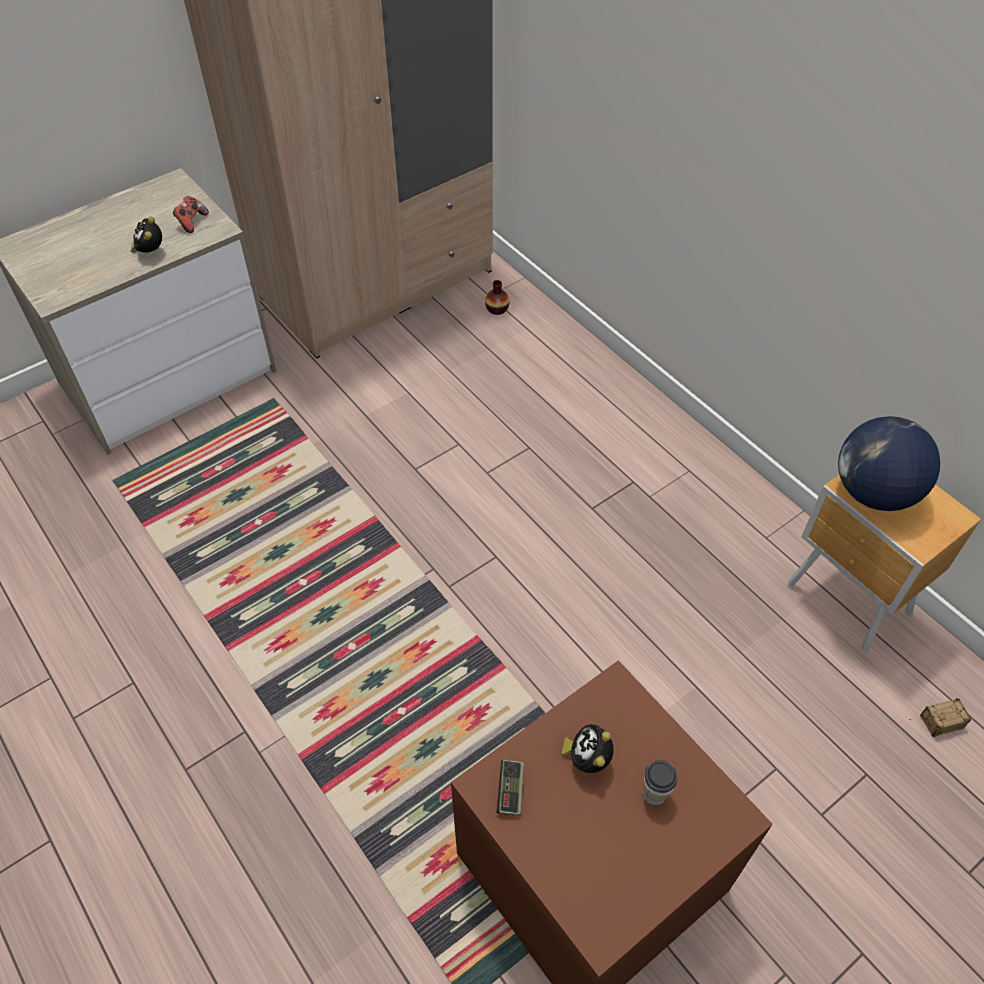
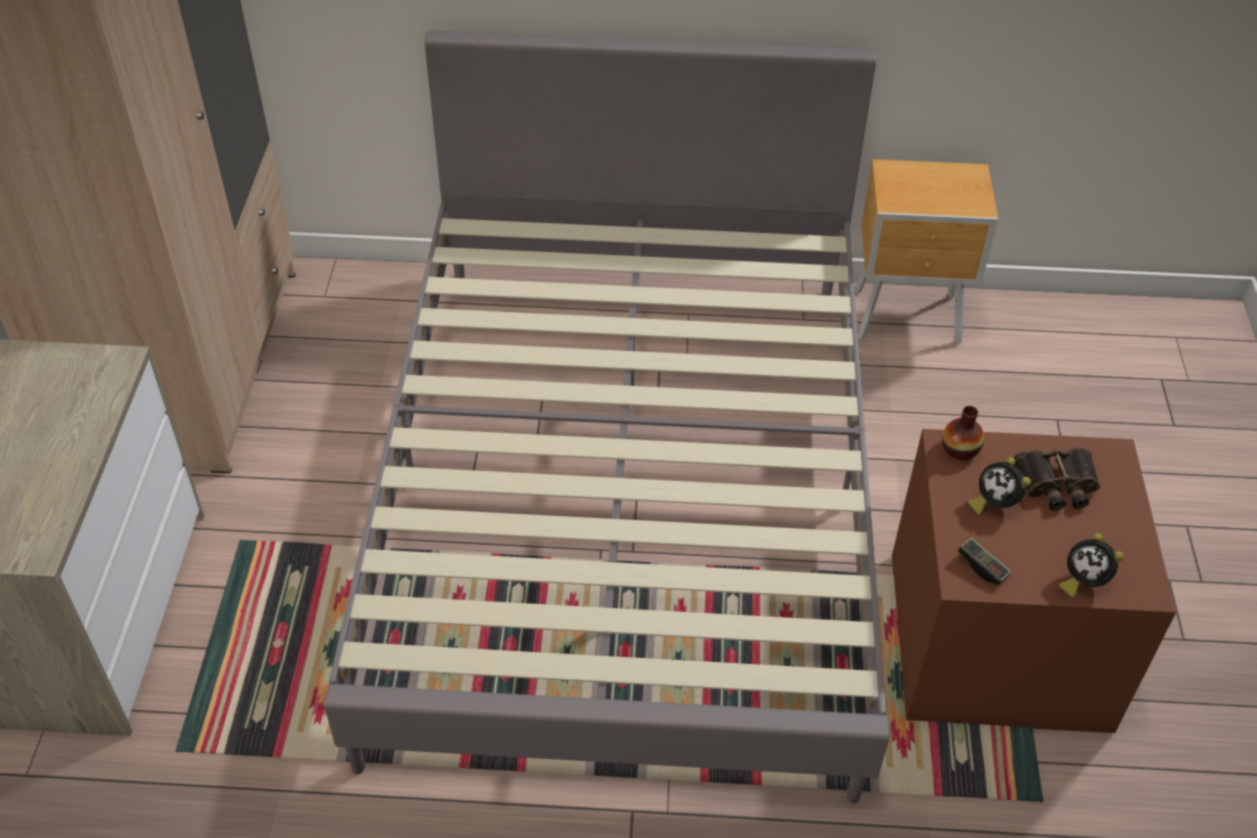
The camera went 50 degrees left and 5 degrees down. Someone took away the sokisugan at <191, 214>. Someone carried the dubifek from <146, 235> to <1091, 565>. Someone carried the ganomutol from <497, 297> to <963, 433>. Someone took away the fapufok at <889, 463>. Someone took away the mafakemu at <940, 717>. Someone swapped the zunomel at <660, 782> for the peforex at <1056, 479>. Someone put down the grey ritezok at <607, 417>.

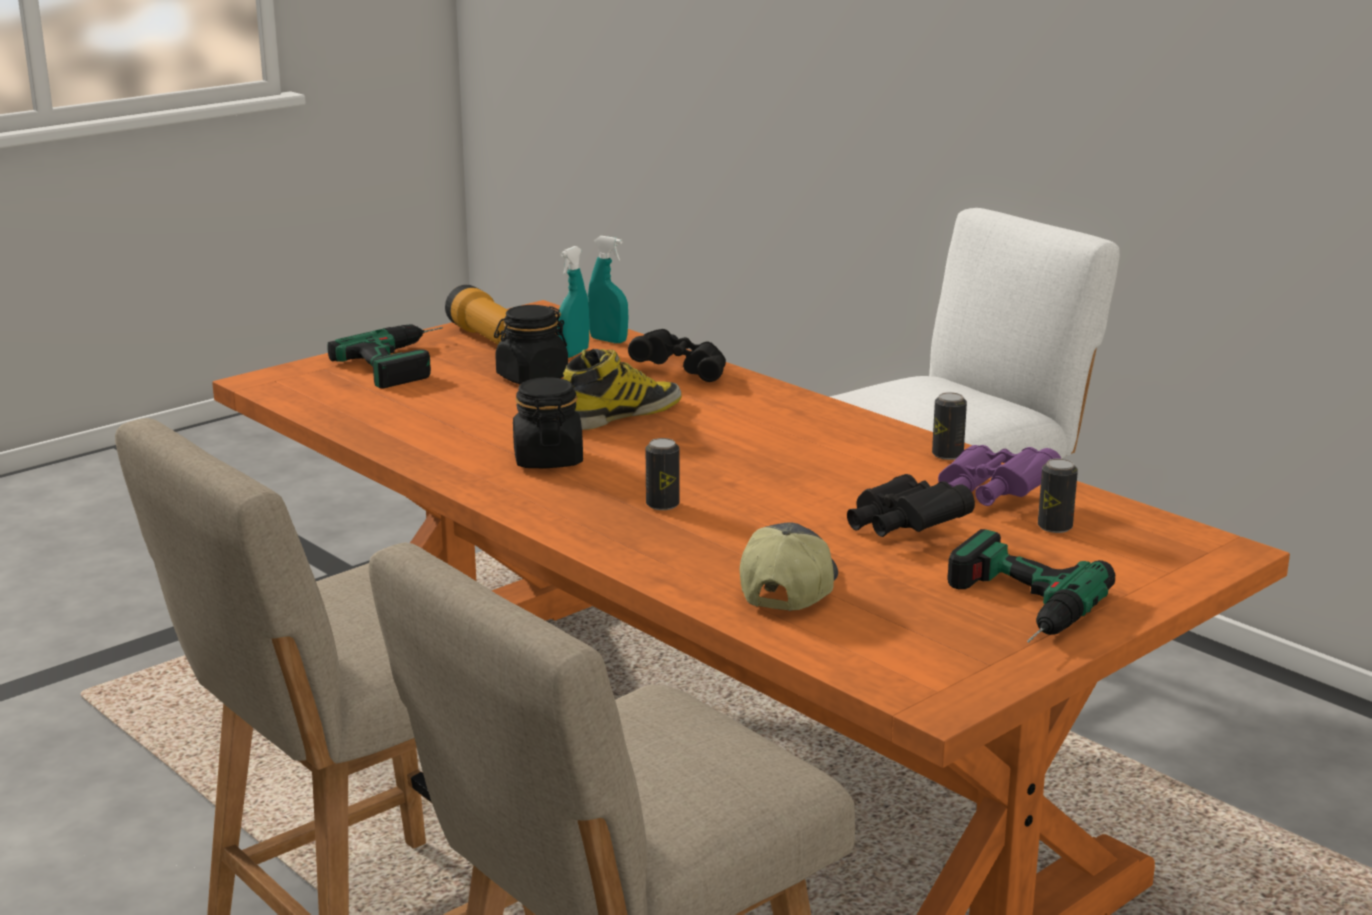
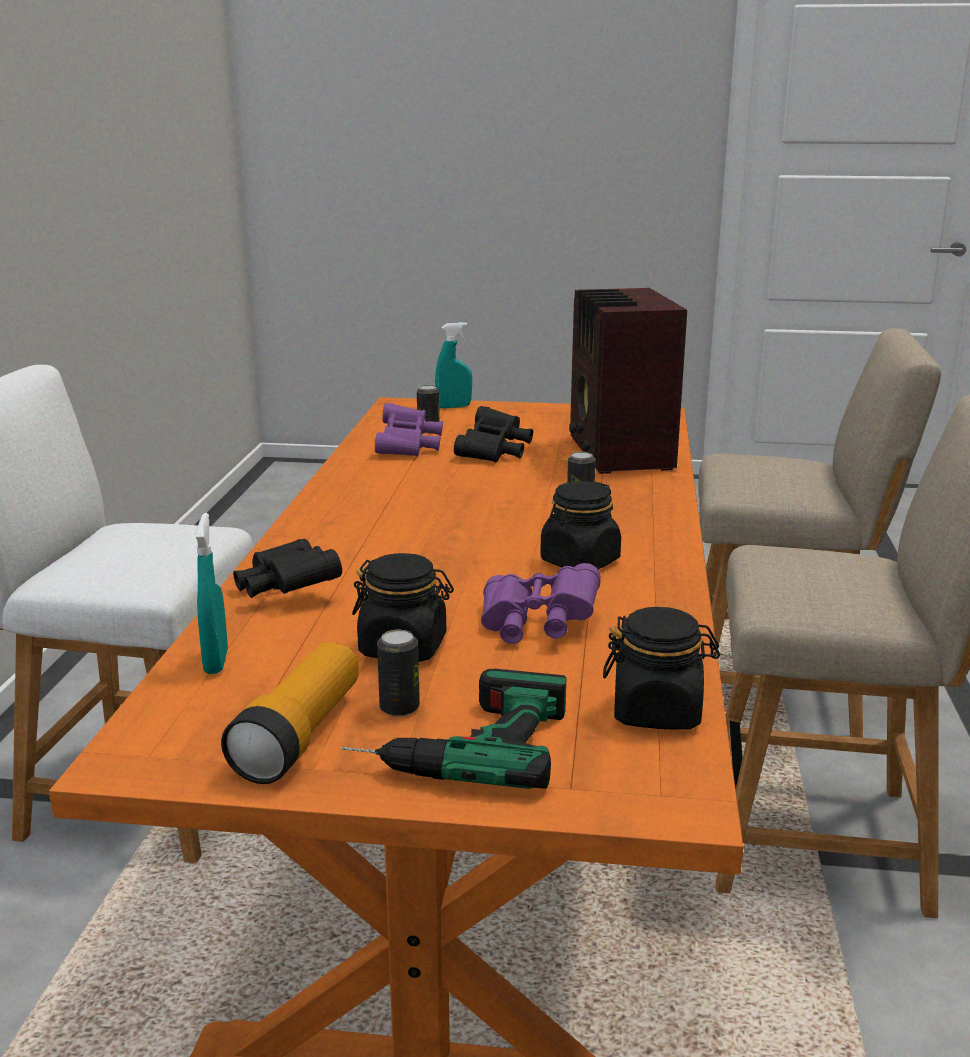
The camera went 130 degrees left and 0 degrees up. Someone carried the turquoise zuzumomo from <573, 302> to <453, 365>. Someone took away the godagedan at <622, 389>. Someone carried the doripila from <949, 426> to <398, 673>. Someone swapped the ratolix at <789, 567> for the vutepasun at <628, 381>. Someone took away the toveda at <1031, 586>. Someone put down the purple peforex at <540, 603>. Someone put down the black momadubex at <661, 668>.

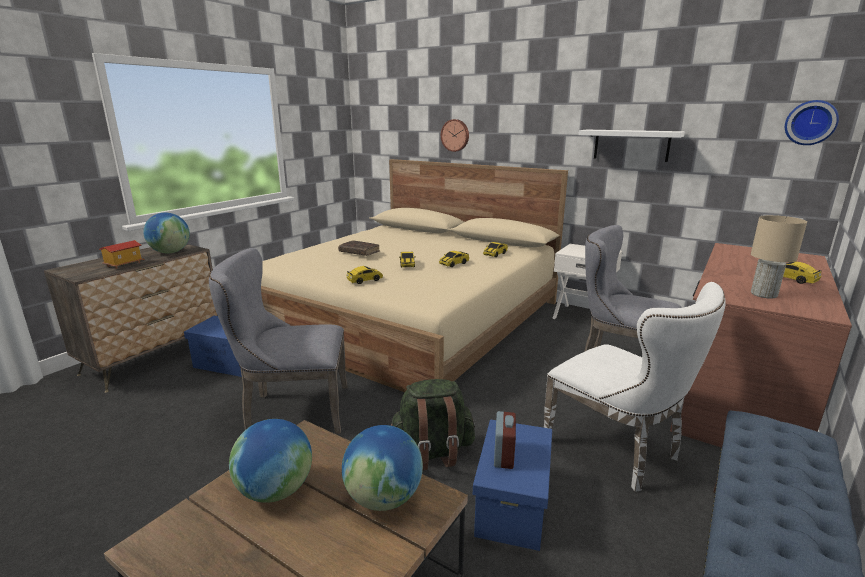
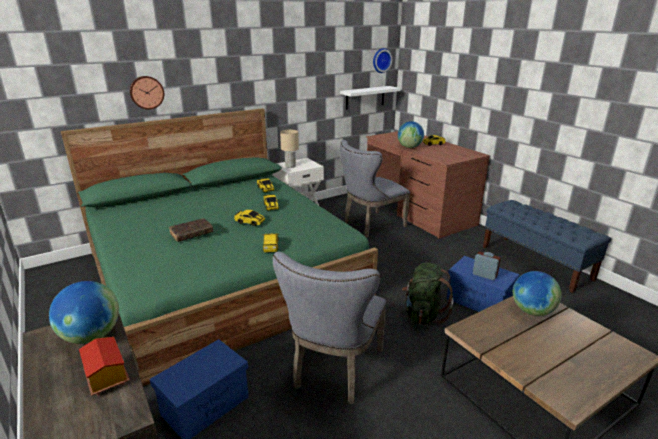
The camera went 65 degrees left and 5 degrees up. Someone carried the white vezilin from <631, 146> to <370, 98>. Someone repainted the beige ritezok at <414, 275>, which became the green ritezok at <219, 247>. Someone carried the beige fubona from <779, 257> to <289, 149>. Someone took away the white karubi at <634, 387>. Someone carried the fapufok from <270, 461> to <411, 134>.

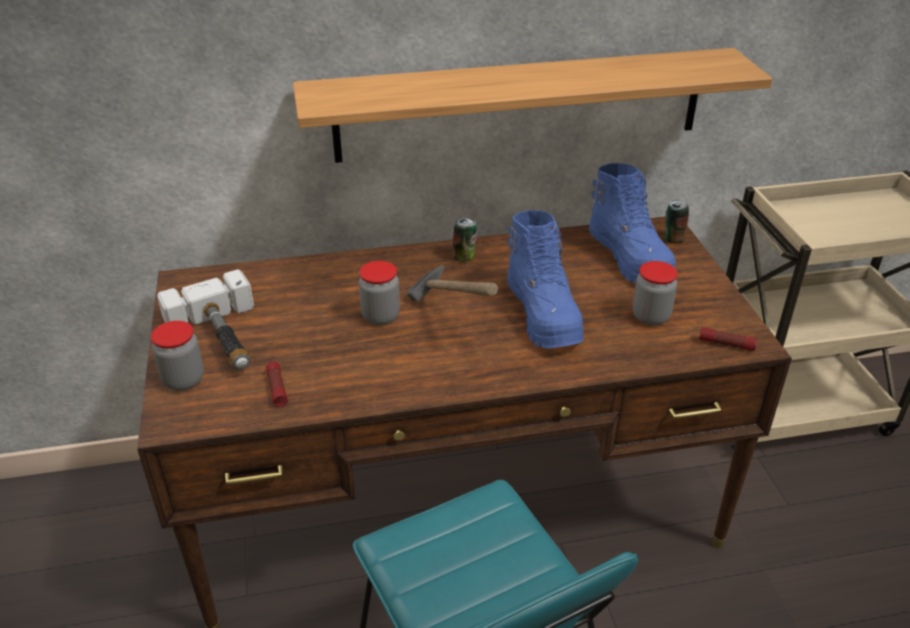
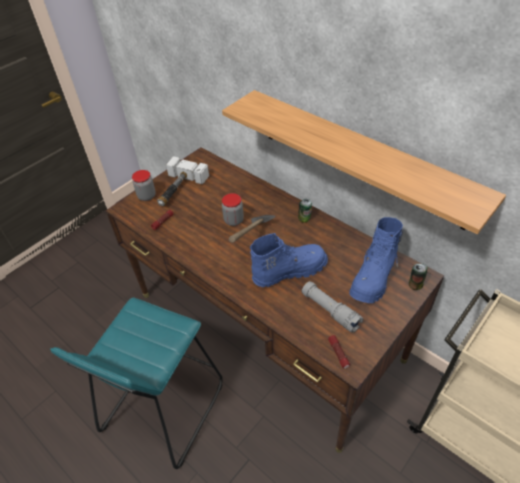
The camera went 55 degrees right and 10 degrees up. Someone rotated the blue godagedan at <545, 279> by 150 degrees counterclockwise. Someone swapped the momadubex at <655, 293> for the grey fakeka at <332, 307>.

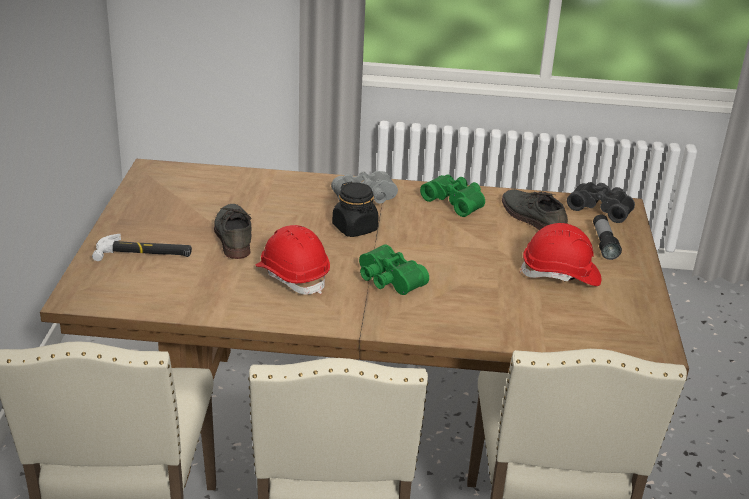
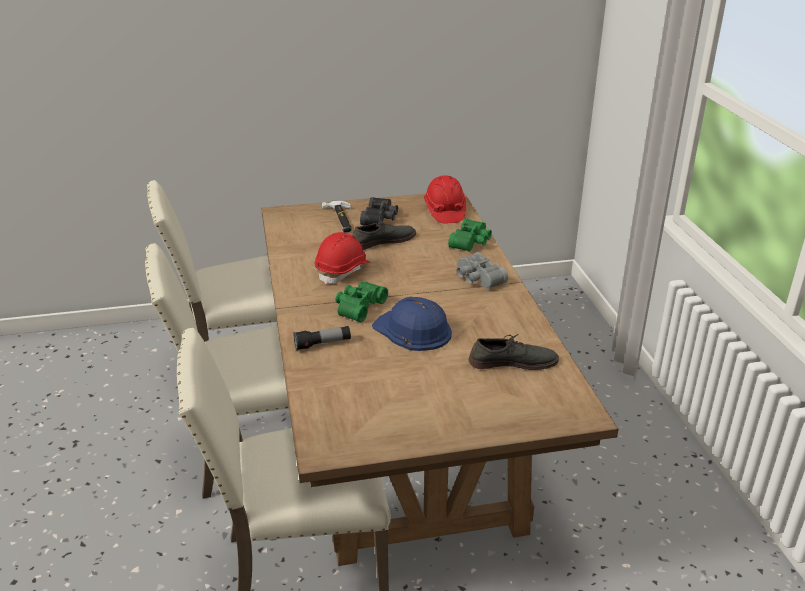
The camera went 75 degrees right and 0 degrees up. Someone carried the green peforex from <452, 196> to <470, 235>. Someone took away the black momadubex at <355, 209>. Someone carried the black peforex from <601, 202> to <379, 211>. Someone rotated the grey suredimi at <535, 209> by 45 degrees clockwise. Someone carried the fakeka from <607, 237> to <322, 338>. Someone carried the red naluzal from <560, 254> to <445, 199>. Someone put down the blue naluzal at <412, 324>.

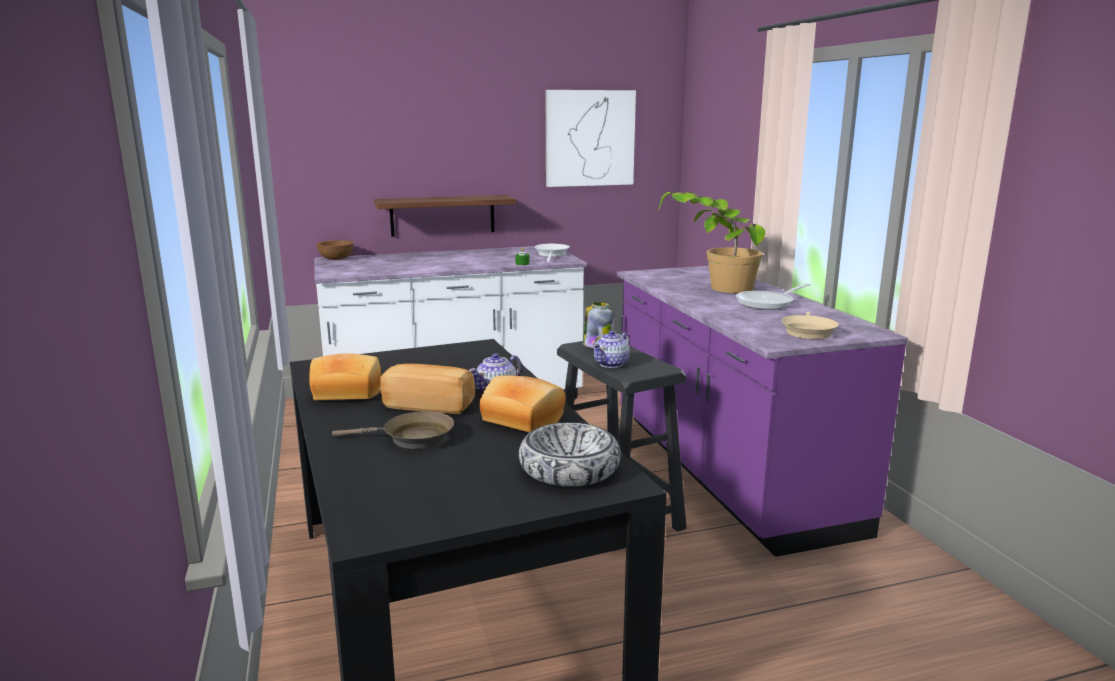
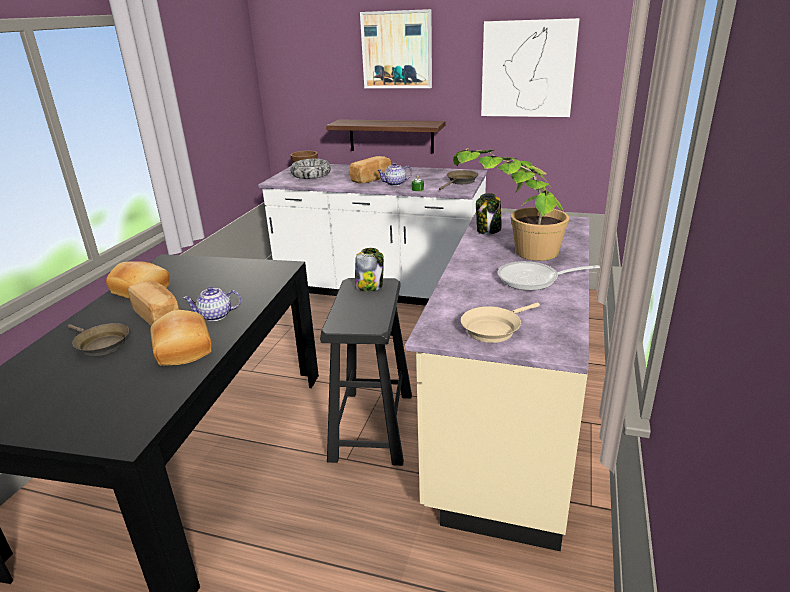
The camera went 35 degrees right and 10 degrees up. Someone repainted the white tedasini at <552, 253>, which became the brown tedasini at <459, 180>. Someone repainted the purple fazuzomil at <762, 411>, which became the beige fazuzomil at <497, 381>. Someone carried the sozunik from <611, 349> to <394, 174>. Someone carried the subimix from <570, 454> to <310, 169>. Someone put up the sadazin at <396, 48>. Someone put down the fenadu at <370, 170>. Someone put down the momadubex at <489, 214>.

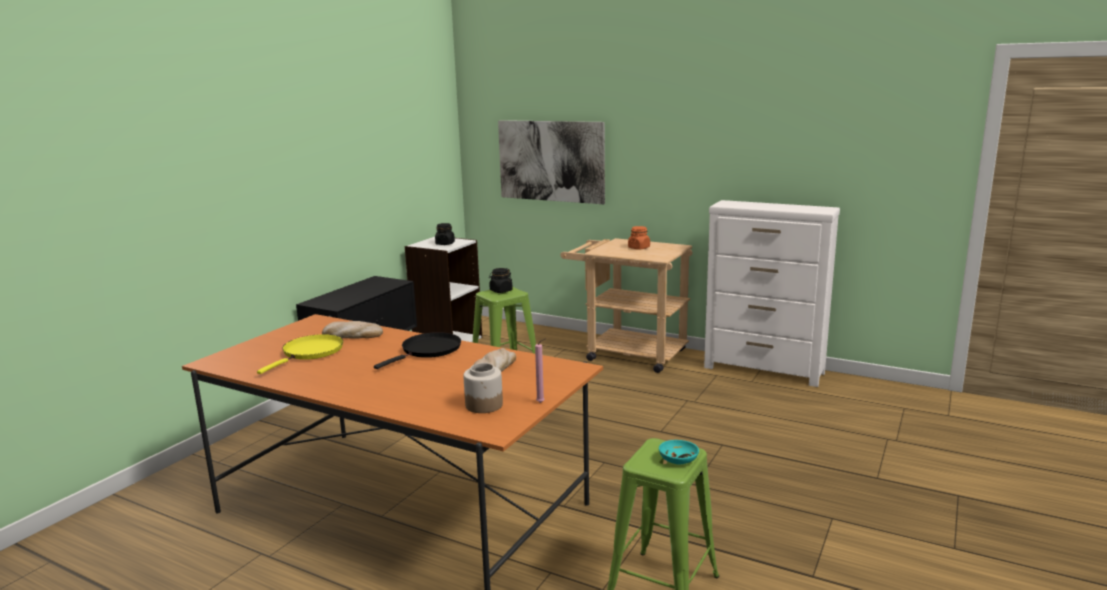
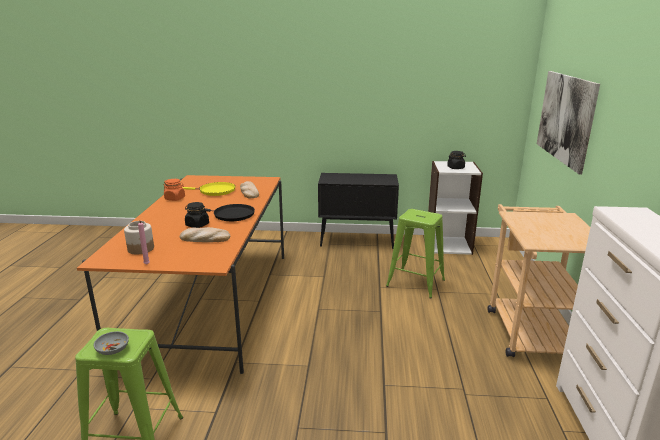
The camera went 65 degrees right and 5 degrees up. Someone carried the orange momadubex from <639, 237> to <174, 190>. Someone carried the black momadubex from <501, 280> to <197, 215>. Someone repainted the turquoise subimix at <679, 452>, which became the grey subimix at <111, 343>.

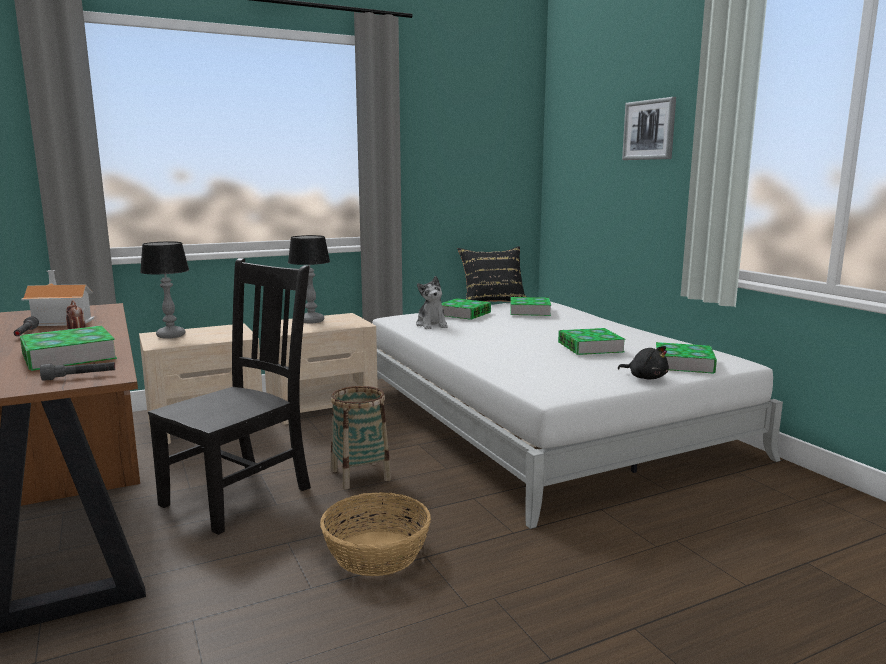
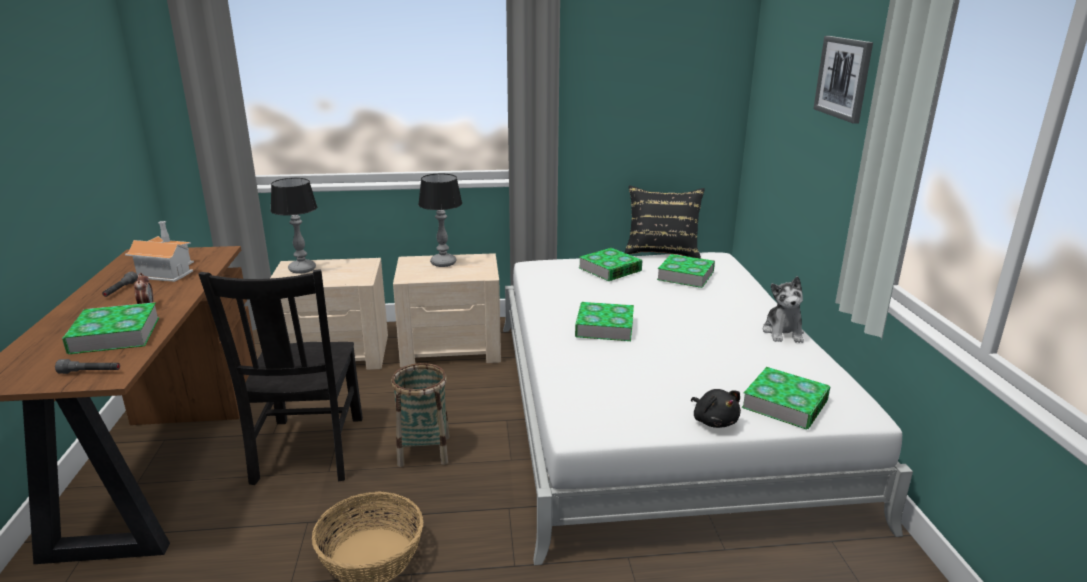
The camera went 20 degrees right and 10 degrees up. Someone rotated the black karubi at <229, 396> by 120 degrees clockwise. Someone carried the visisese from <431, 302> to <783, 309>. Someone carried the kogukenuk from <592, 341> to <604, 321>.

